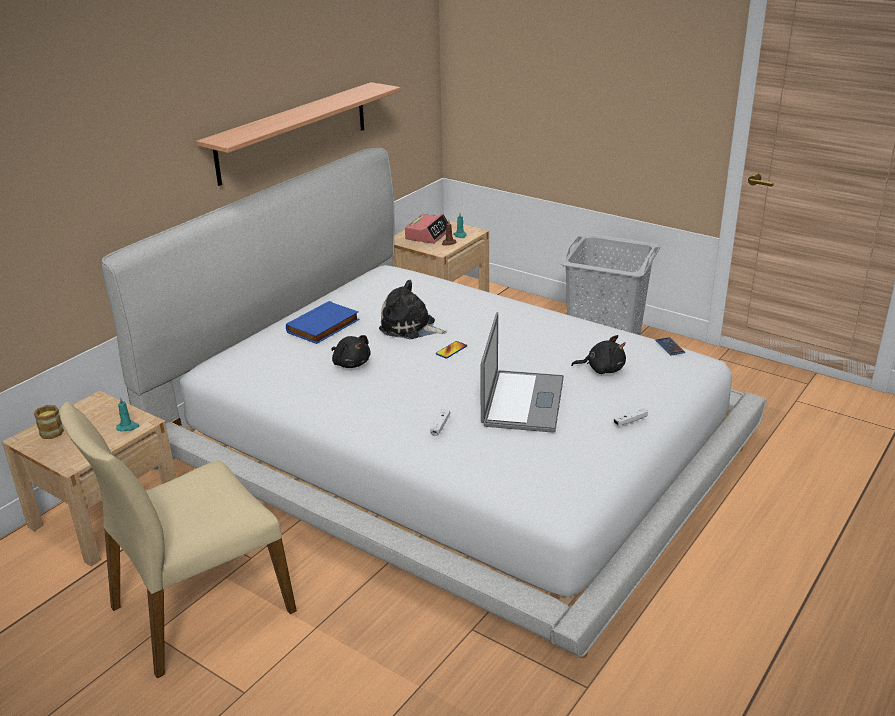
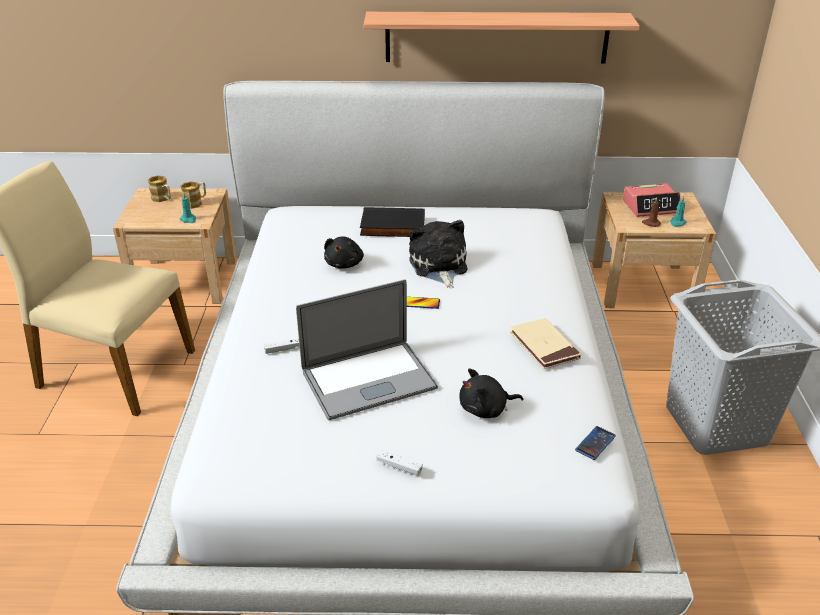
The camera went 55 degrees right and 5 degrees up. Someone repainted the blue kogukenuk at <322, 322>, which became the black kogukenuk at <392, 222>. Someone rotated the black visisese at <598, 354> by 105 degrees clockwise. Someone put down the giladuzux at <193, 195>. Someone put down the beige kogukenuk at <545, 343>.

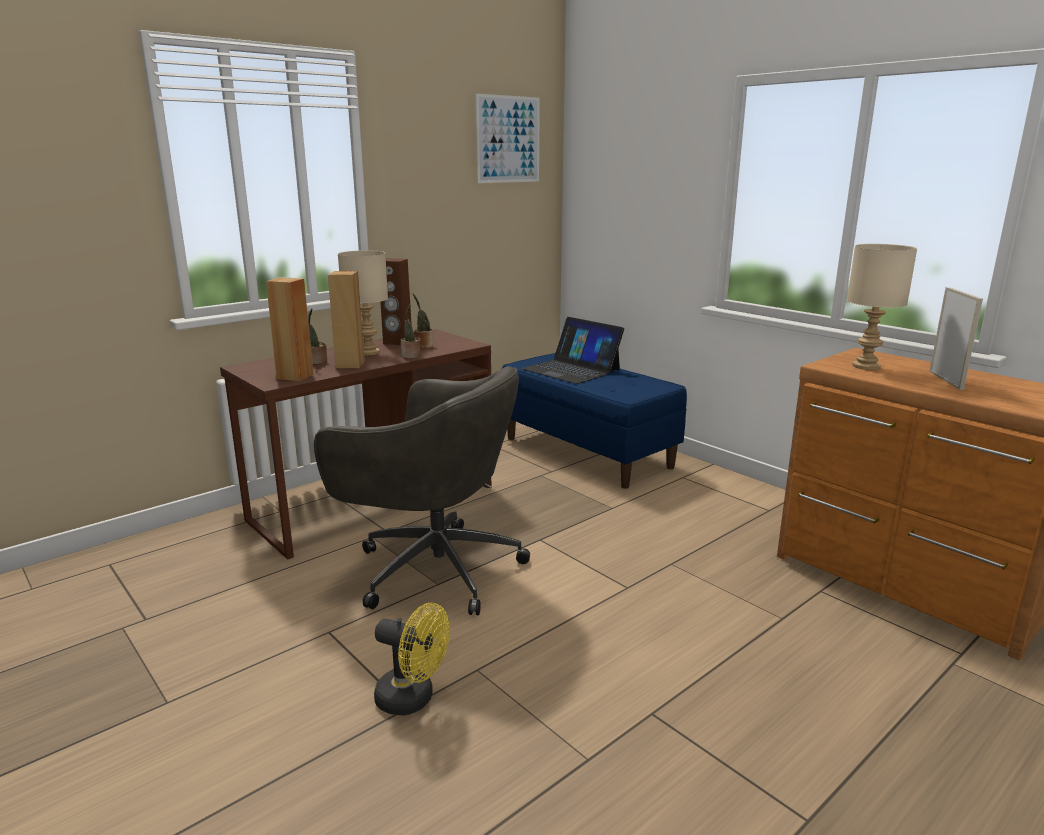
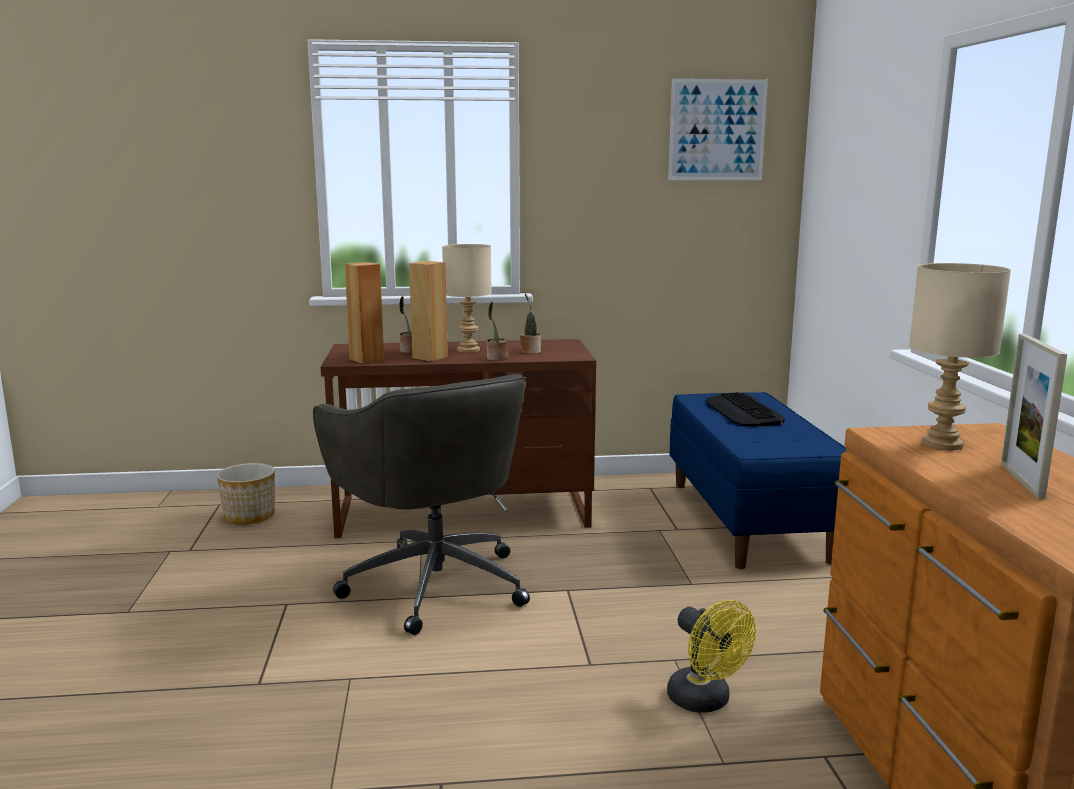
The camera went 35 degrees right and 5 degrees down. Someone took away the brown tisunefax at <396, 301>. Someone rotated the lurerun at <956, 338> by 150 degrees clockwise. Someone swapped the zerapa at <573, 350> for the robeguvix at <745, 409>. Someone carried the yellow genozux from <412, 659> to <711, 656>. Someone put down the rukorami at <245, 494>.

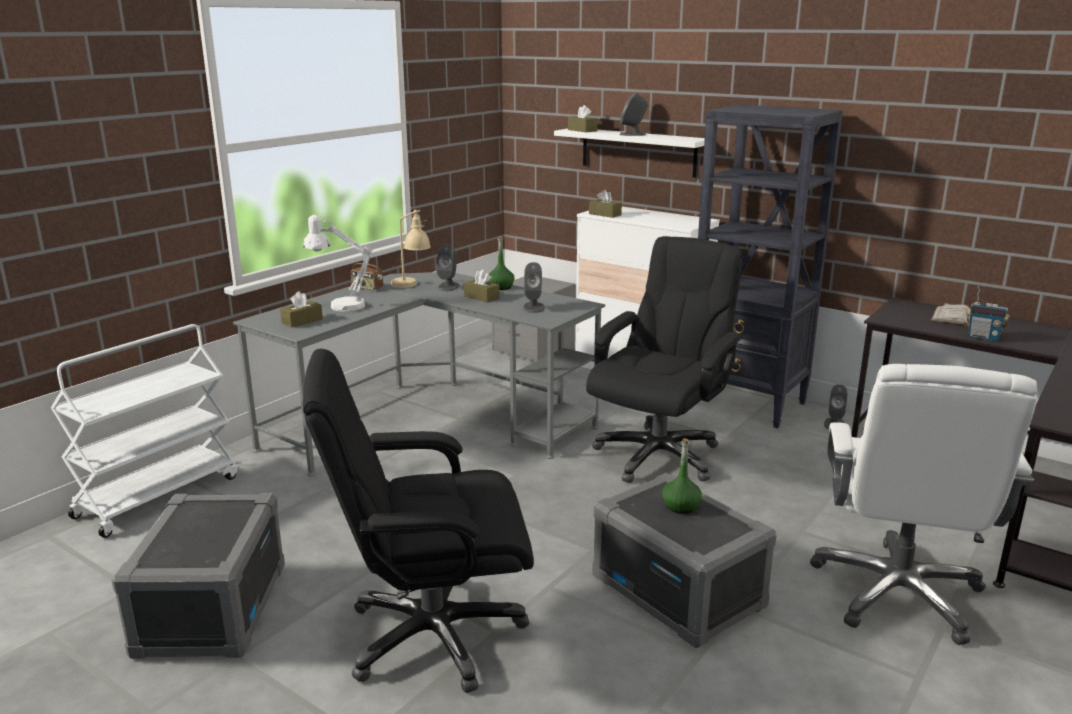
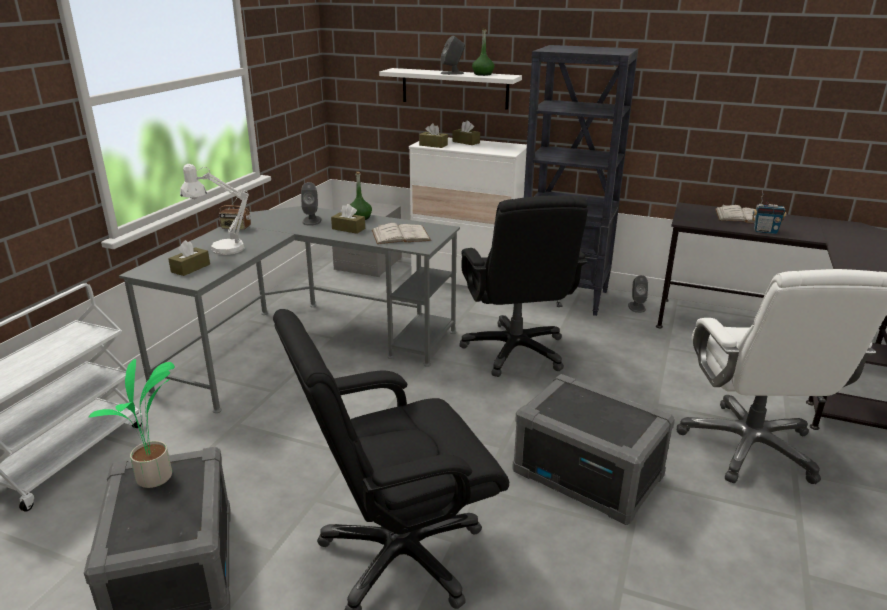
The camera went 15 degrees left and 5 degrees up. Someone carried the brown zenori from <583, 118> to <466, 133>. Someone took away the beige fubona at <411, 249>. Someone rotated the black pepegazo at <664, 359> by 150 degrees clockwise. Someone swapped the grey tisunefax at <533, 287> for the white kogukenuk at <401, 233>. Someone carried the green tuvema from <682, 476> to <483, 52>. Someone put down the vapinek at <132, 423>.

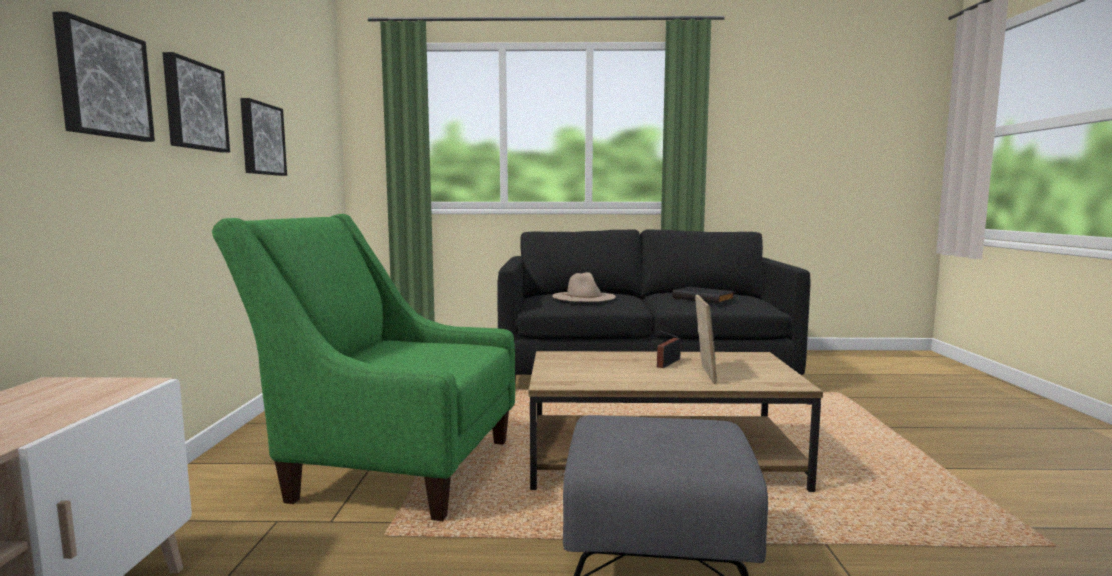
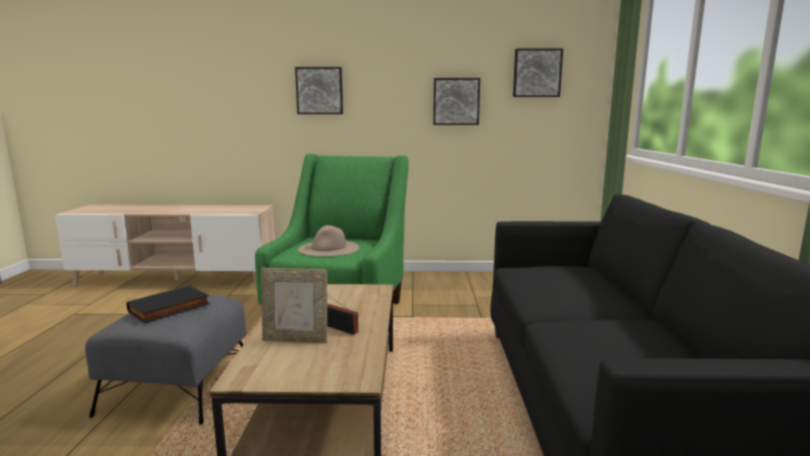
The camera went 90 degrees right and 5 degrees up. Someone carried the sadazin from <196, 102> to <538, 72>. Someone carried the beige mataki from <584, 287> to <328, 241>. Someone carried the black kogukenuk from <703, 295> to <168, 304>.

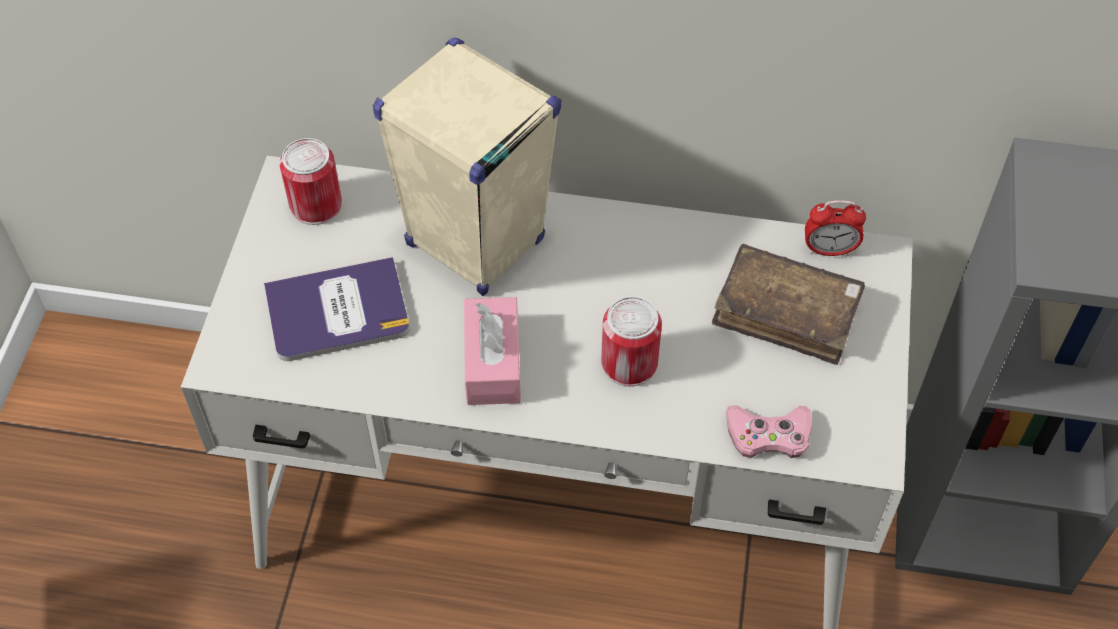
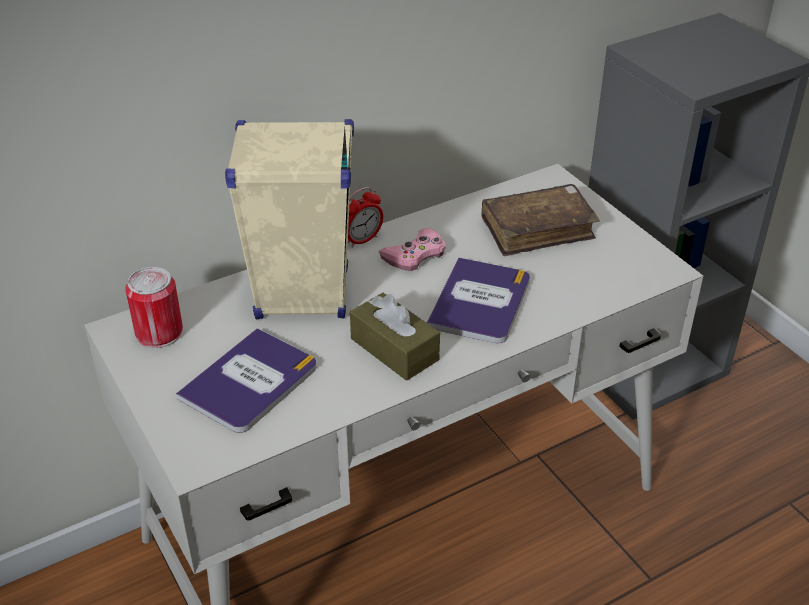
The camera went 40 degrees left and 15 degrees down. Someone carried the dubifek from <835, 228> to <365, 217>. Someone repainted the pink zenori at <492, 351>, which became the brown zenori at <395, 337>. Someone swapped the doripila at <631, 342> for the kogukenuk at <478, 300>. Someone carried the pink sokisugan from <769, 431> to <412, 249>.

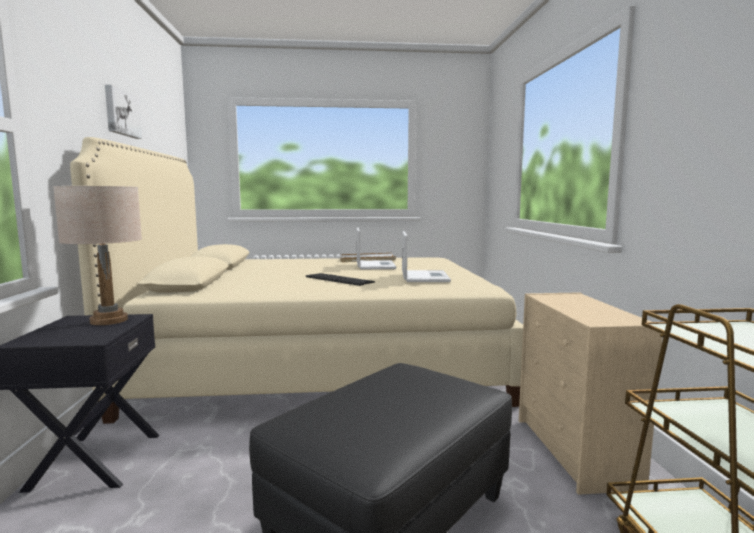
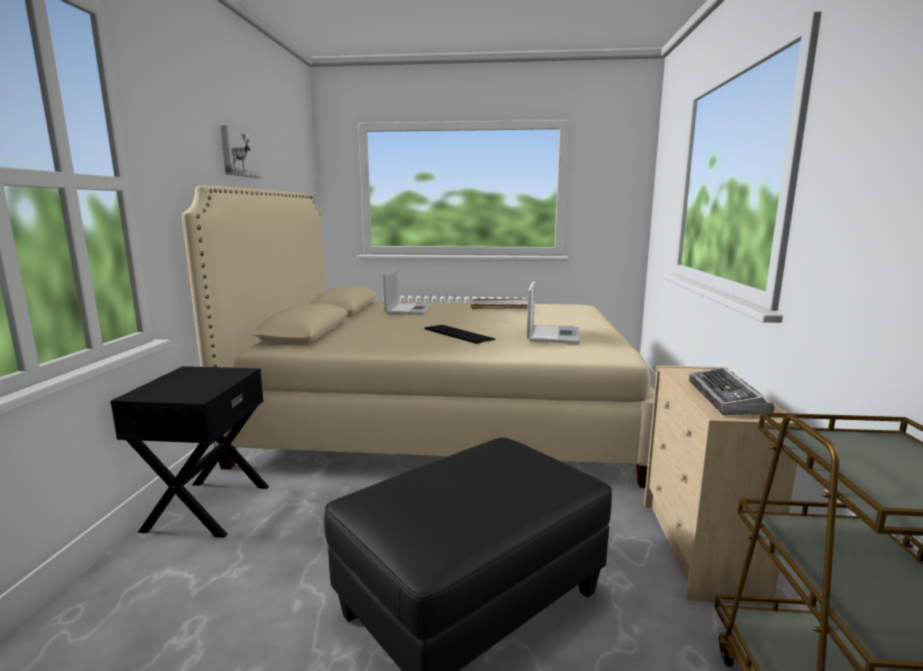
The camera went 10 degrees right and 5 degrees up. Someone took away the beige fubona at <97, 255>. Someone carried the zerapa from <376, 248> to <407, 292>. Someone put down the robeguvix at <732, 391>.

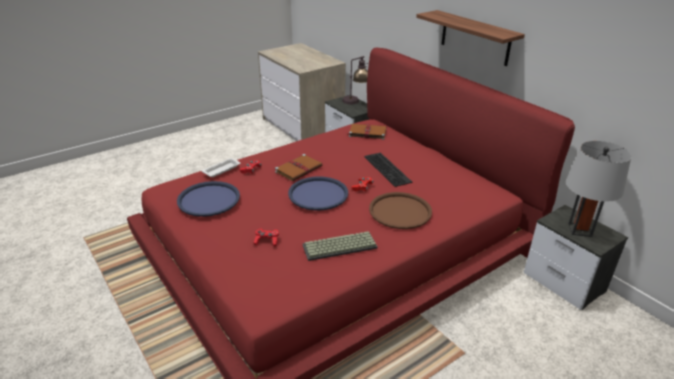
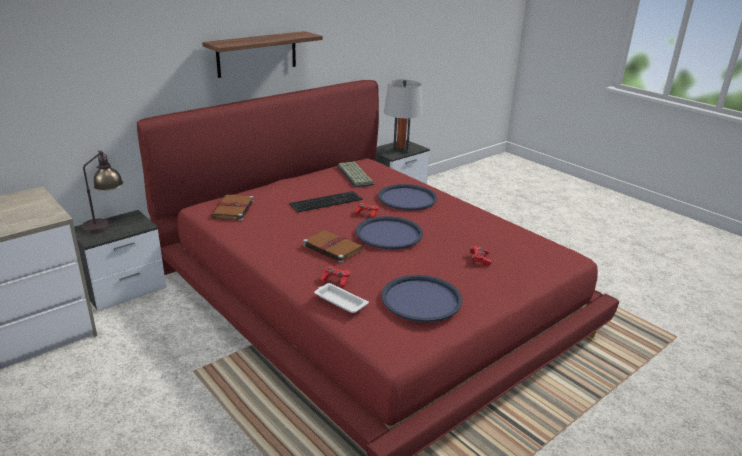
The camera went 95 degrees left and 5 degrees down. Someone repainted the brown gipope at <400, 210>, which became the blue gipope at <407, 197>. Someone carried the robeguvix from <340, 246> to <355, 174>.

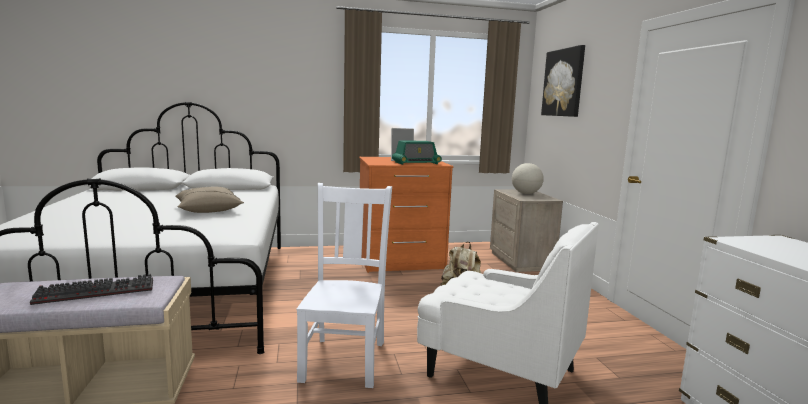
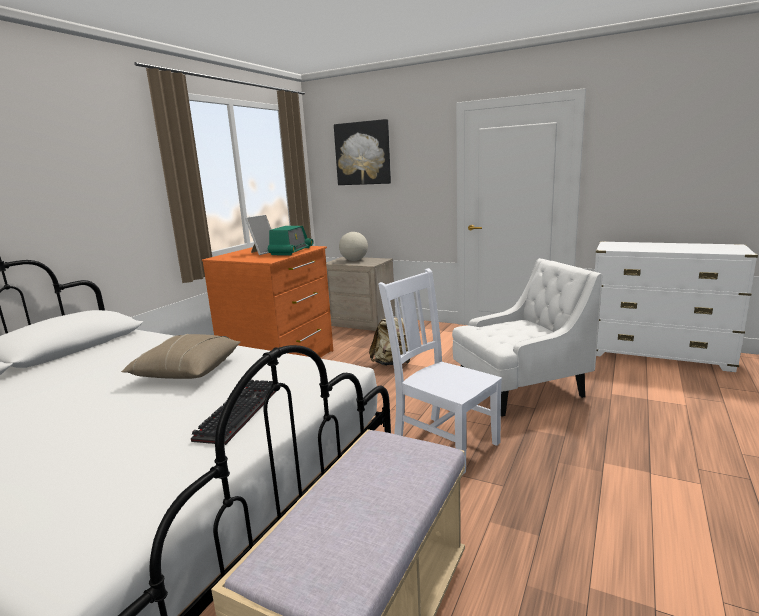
The camera went 50 degrees left and 5 degrees up. Someone carried the robeguvix from <91, 289> to <234, 412>.

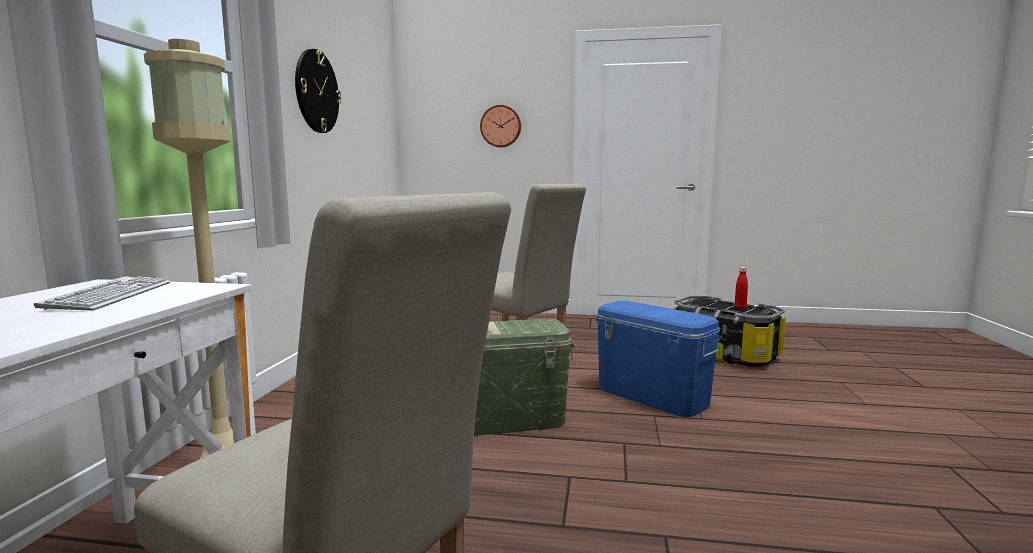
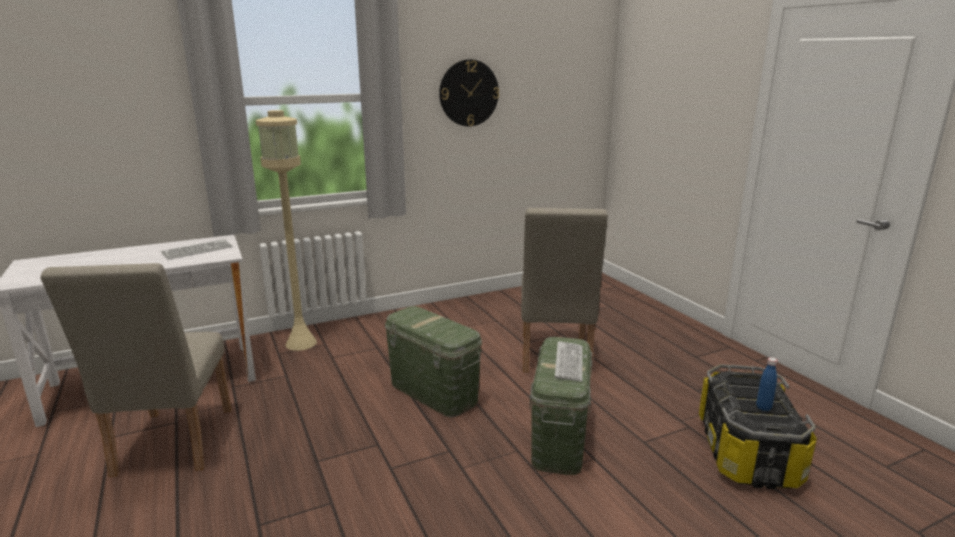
The camera went 55 degrees right and 10 degrees up. Someone took away the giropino at <500, 126>. Someone repainted the red tuvema at <741, 288>, which became the blue tuvema at <767, 384>. Someone repainted the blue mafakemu at <659, 359>, which became the green mafakemu at <560, 406>. Someone put down the robeguvix at <569, 361>.

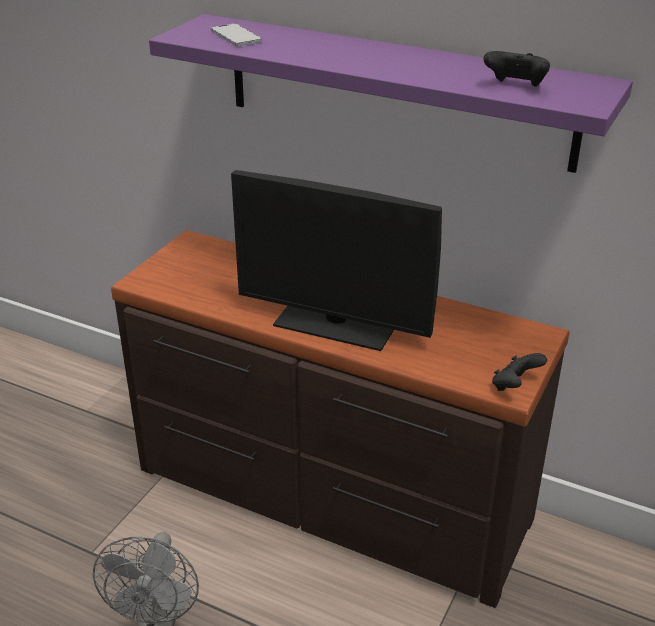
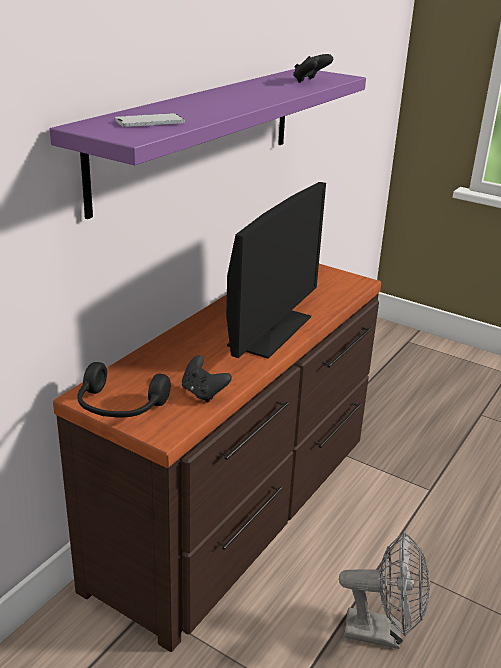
The camera went 85 degrees left and 5 degrees down. Someone carried the black sokisugan from <519, 372> to <207, 379>. Someone put down the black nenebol at <124, 389>.

